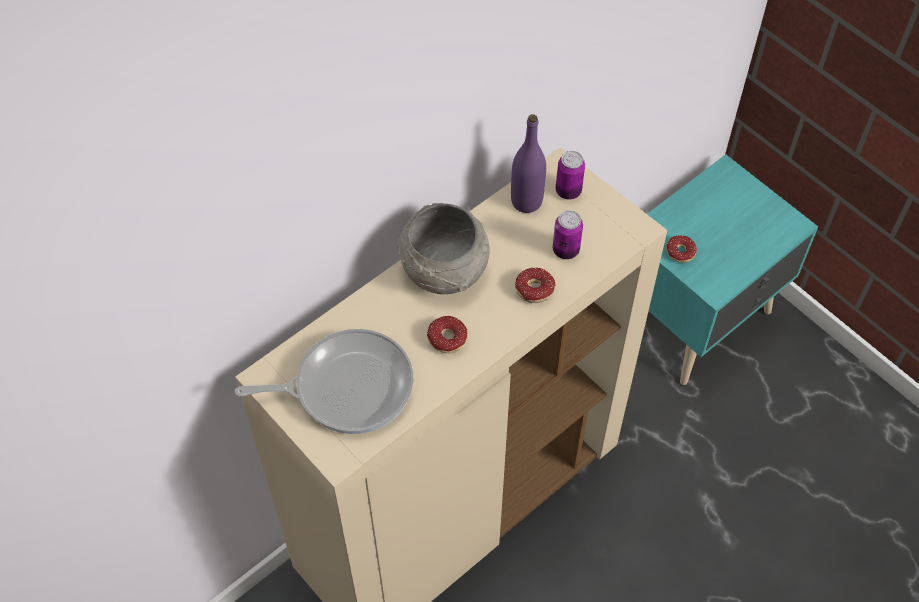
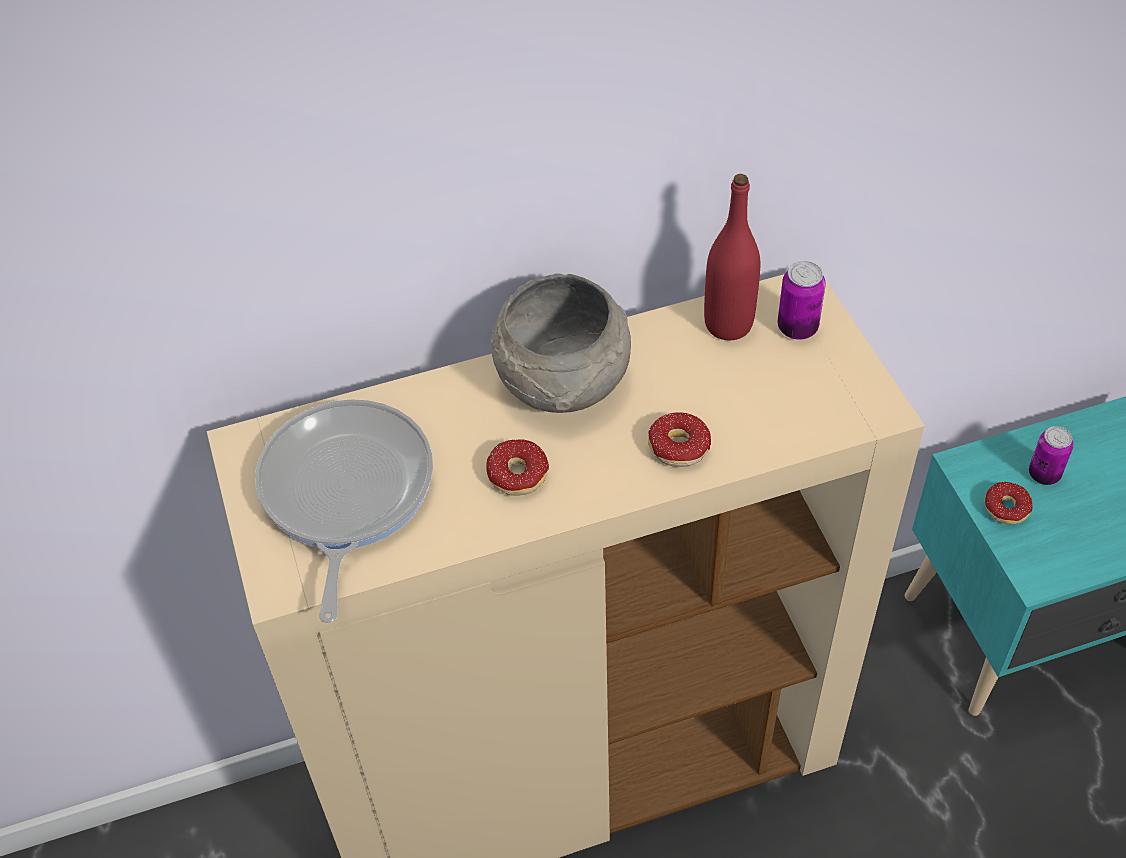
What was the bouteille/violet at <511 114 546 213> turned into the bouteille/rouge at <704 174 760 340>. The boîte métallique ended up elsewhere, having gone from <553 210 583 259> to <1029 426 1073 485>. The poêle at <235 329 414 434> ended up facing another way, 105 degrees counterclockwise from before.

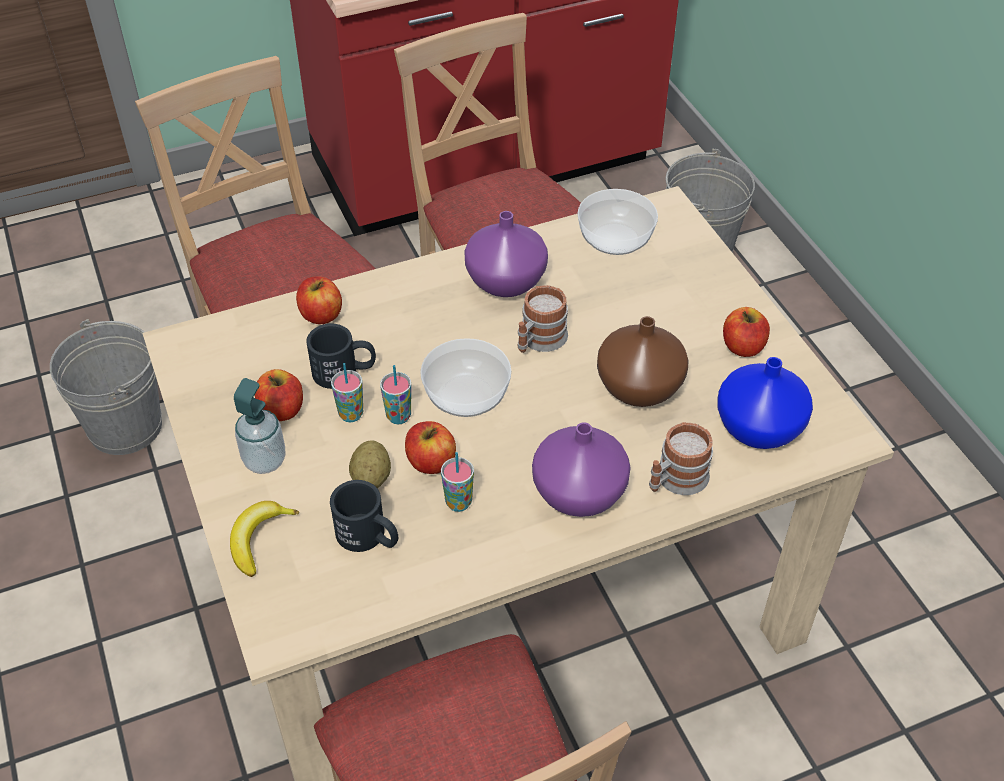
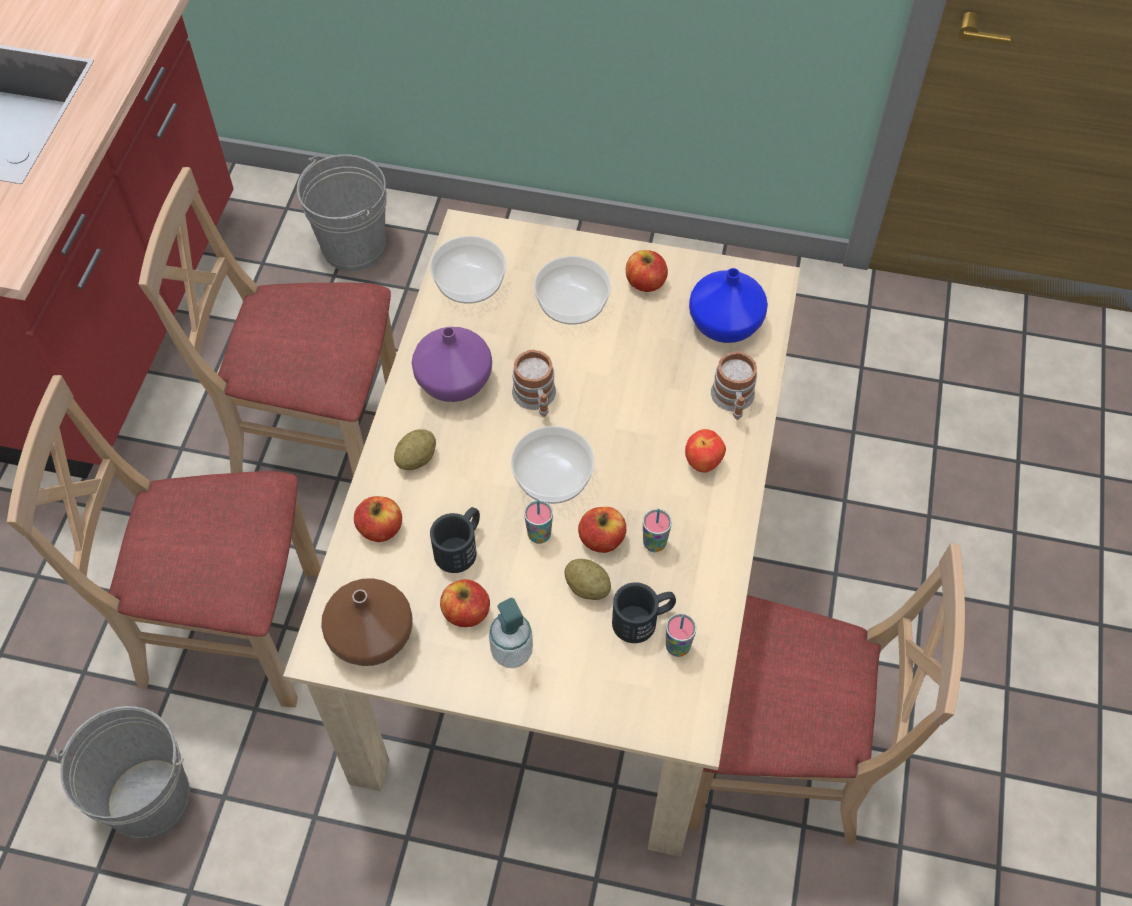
The vase/marron ended up elsewhere, having gone from <597 316 689 407> to <321 578 413 666>. The tasse ended up elsewhere, having gone from <331 363 363 422> to <666 613 697 657>. Where the vase/violet stood at <532 422 631 517>, the pomme came to stand at <685 429 726 473>. The second view lost the banane at <230 501 299 577>. The second view gained the bol at <534 256 611 325>. The second view gained the pomme de terre at <394 429 436 470>.

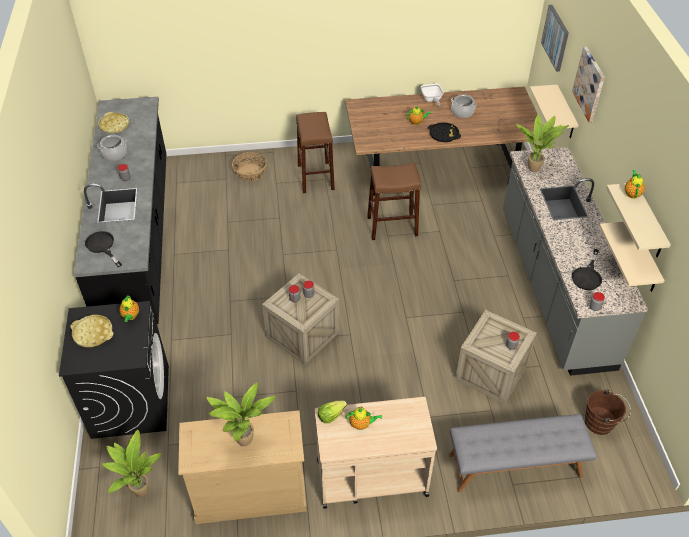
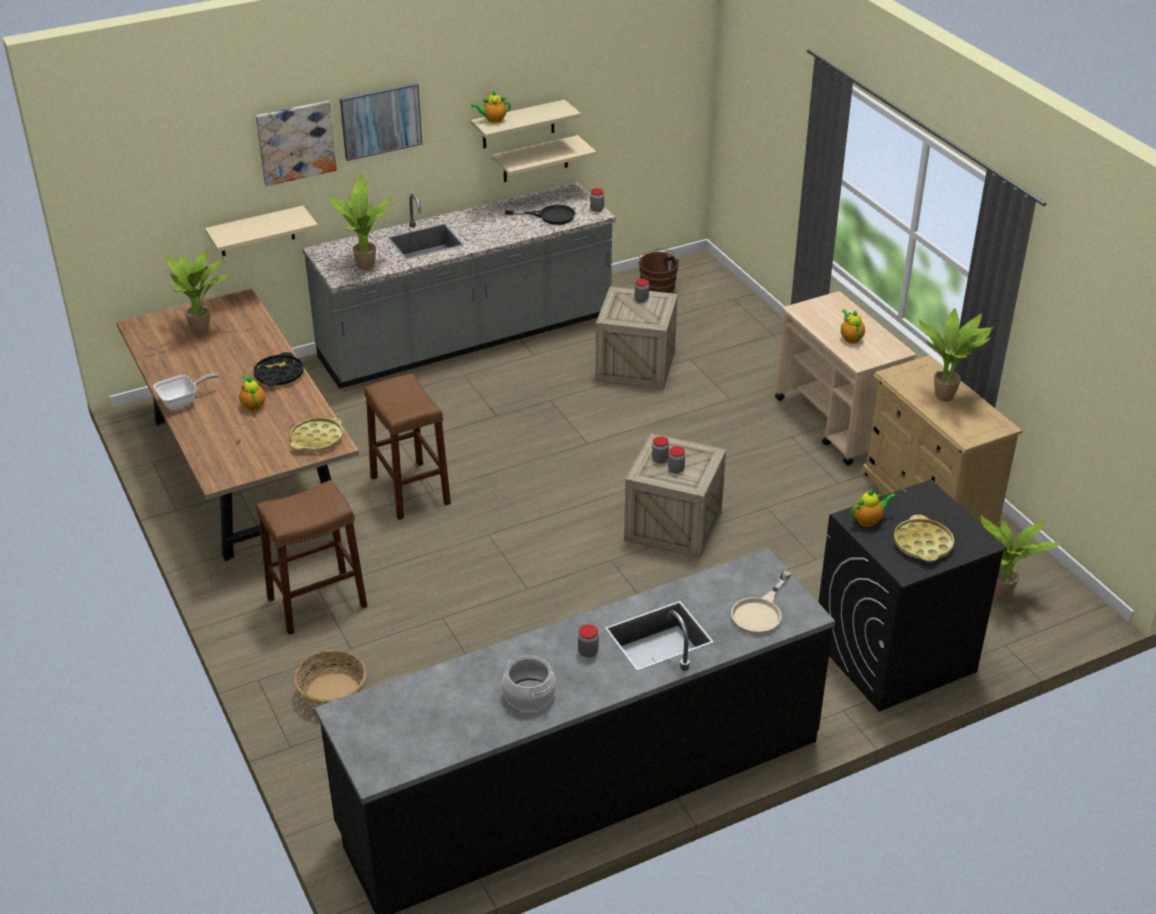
The tableau ended up elsewhere, having gone from <541 5 569 72> to <340 82 422 161>. The second view lost the marmite at <451 94 477 118>. The plateau/jaune ended up elsewhere, having gone from <98 112 129 133> to <290 418 343 452>. What was the poêle/noir at <85 231 122 267> turned into the poêle/beige at <731 571 791 634>. The second view lost the laitue at <318 401 347 423>. The second view lost the banc/gris at <449 414 597 492>. The second view gained the plante en pot at <165 249 231 334>.

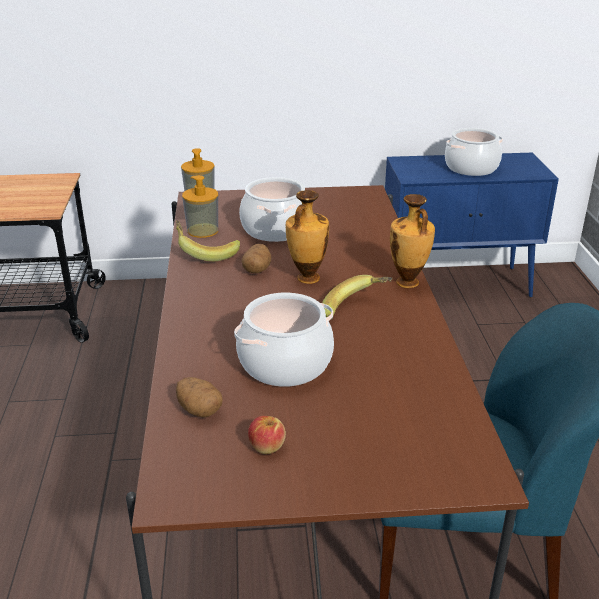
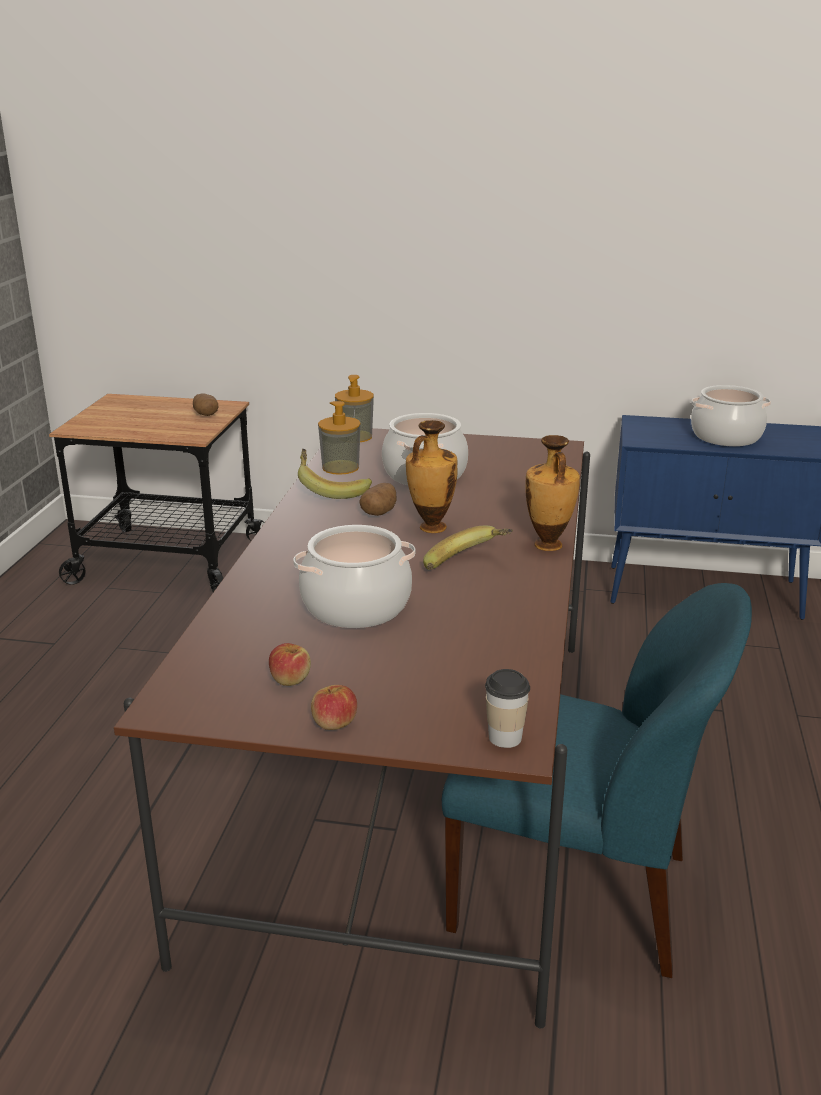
The pomme de terre ended up elsewhere, having gone from <176 377 223 417> to <193 393 218 416>. The second view gained the tasse at <485 669 530 748>. The second view gained the pomme at <311 685 357 730>.

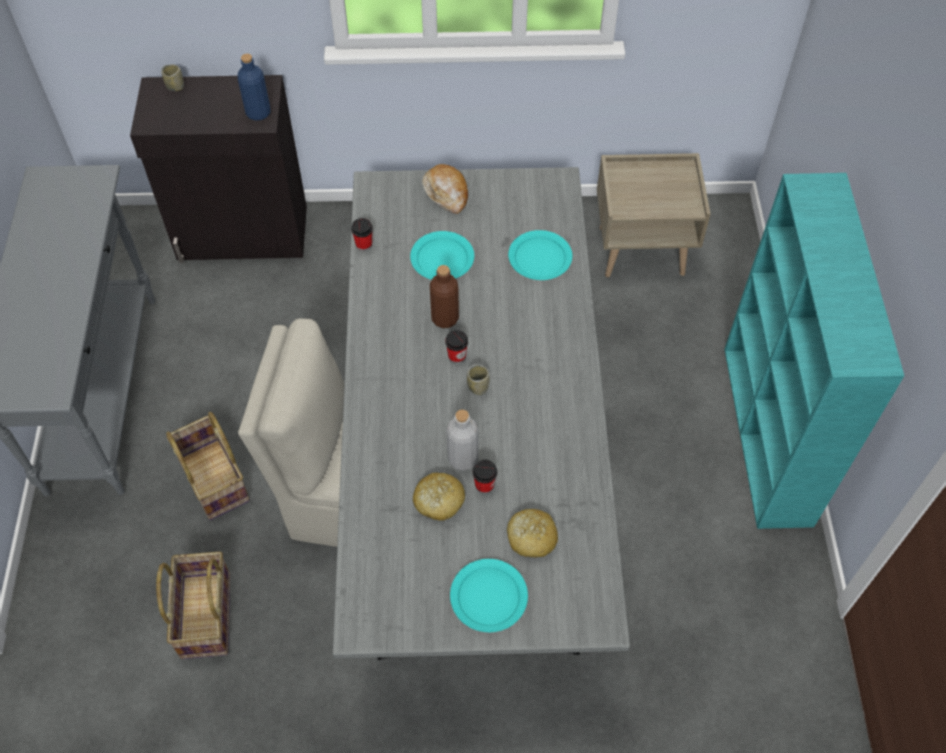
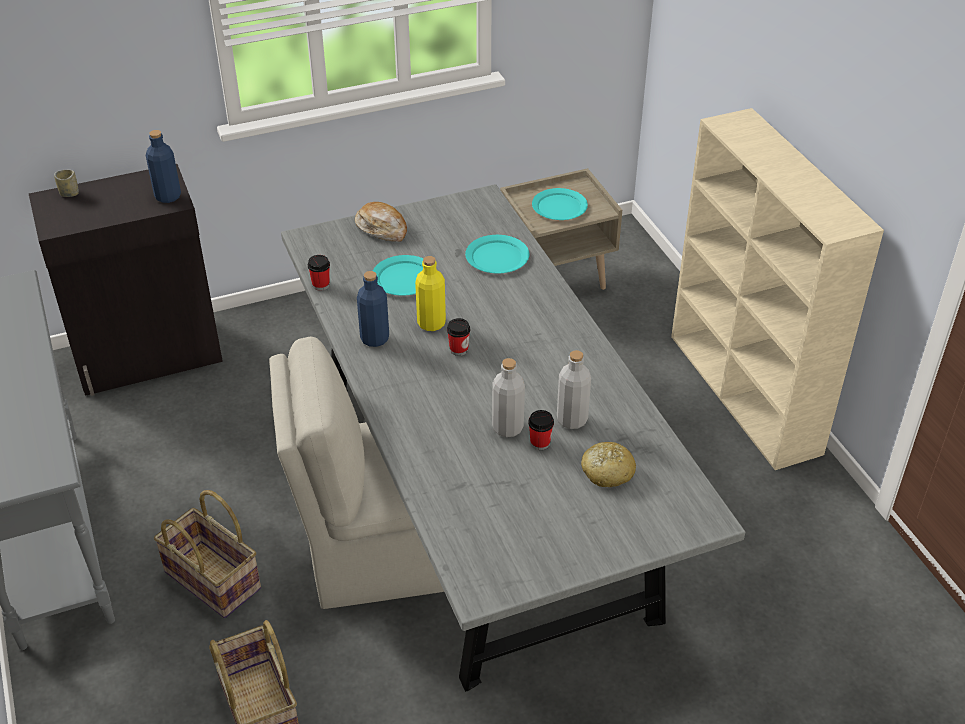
What was the bibliothèque/turquoise at <724 173 904 529> turned into the bibliothèque/beige at <671 108 884 470>. What was the bouteille/marron at <430 265 459 328> turned into the bouteille/jaune at <415 256 446 331>. The second view lost the tasse at <467 364 490 395>. The second view lost the pain at <413 473 465 521>. The assiette/turquoise ended up elsewhere, having gone from <450 559 528 632> to <532 188 588 220>. The second view gained the bouteille/bleu at <357 271 389 347>. The second view gained the bouteille/gris at <557 350 591 429>.

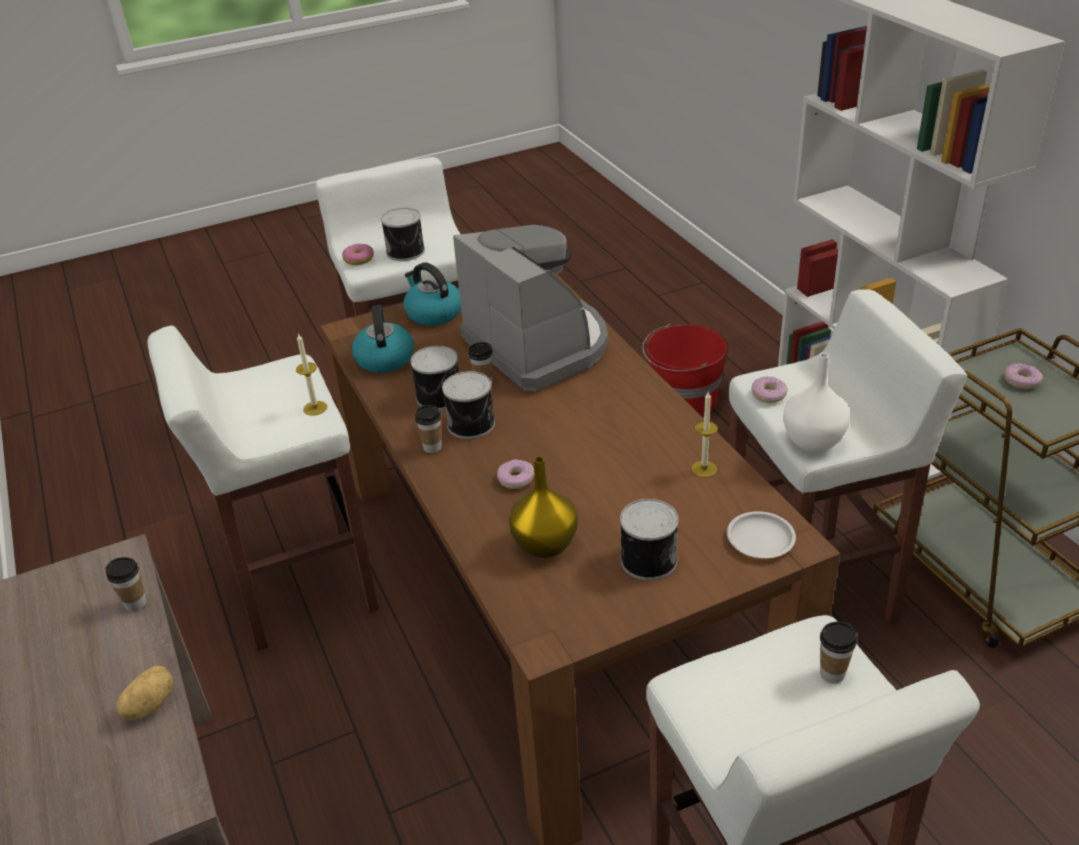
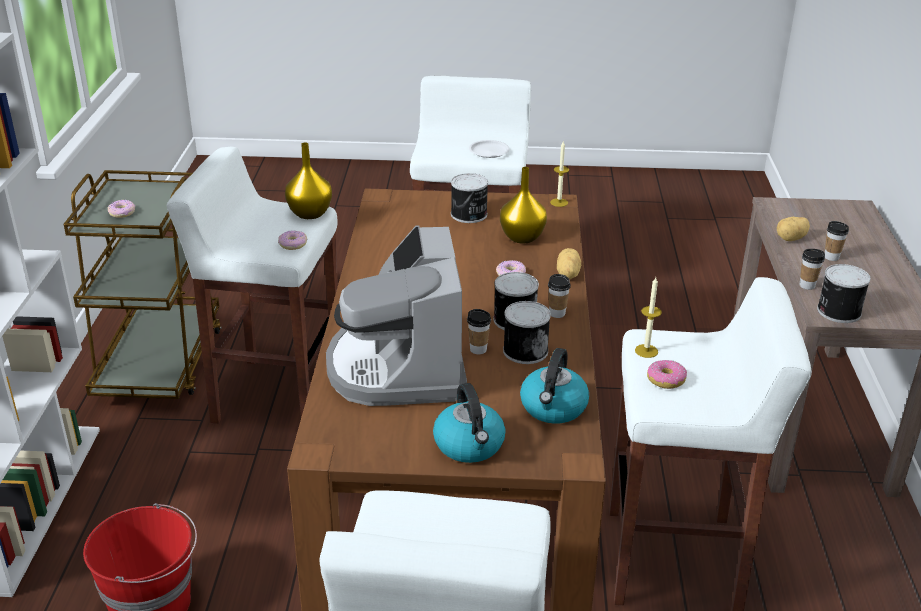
The boîte métallique ended up elsewhere, having gone from <381 208 425 261> to <817 264 871 323>. The beignet ended up elsewhere, having gone from <342 244 374 265> to <647 360 687 389>. What was the vase/blanc at <783 353 850 452> turned into the vase/jaune at <285 142 332 219>. The bougie ended up elsewhere, having gone from <692 392 718 478> to <550 141 569 207>. The assiette/blanc ended up elsewhere, having gone from <727 511 796 558> to <469 140 510 158>. The tasse ended up elsewhere, having gone from <820 622 857 684> to <825 221 849 261>. The second view gained the pomme de terre at <557 248 581 279>.

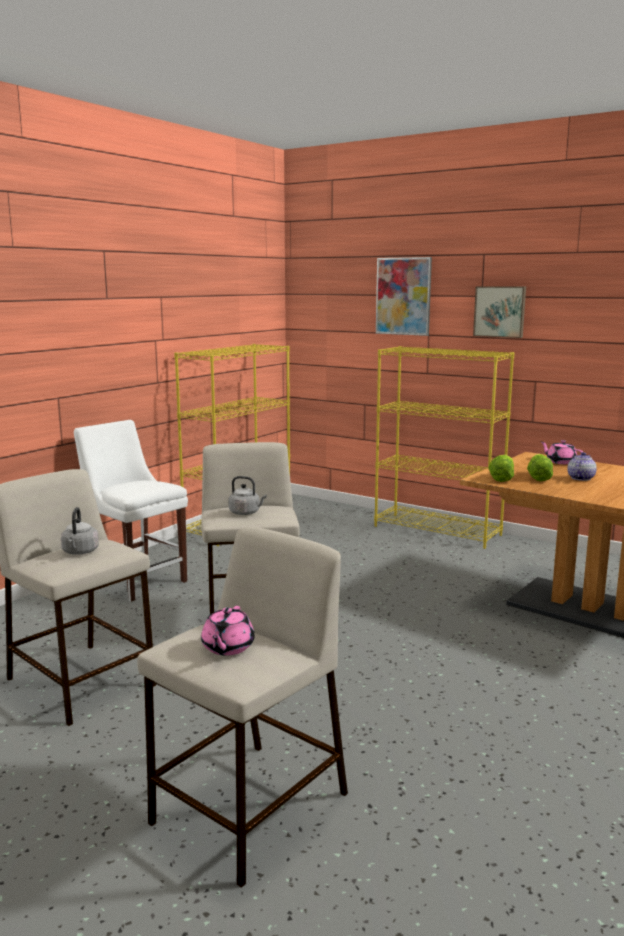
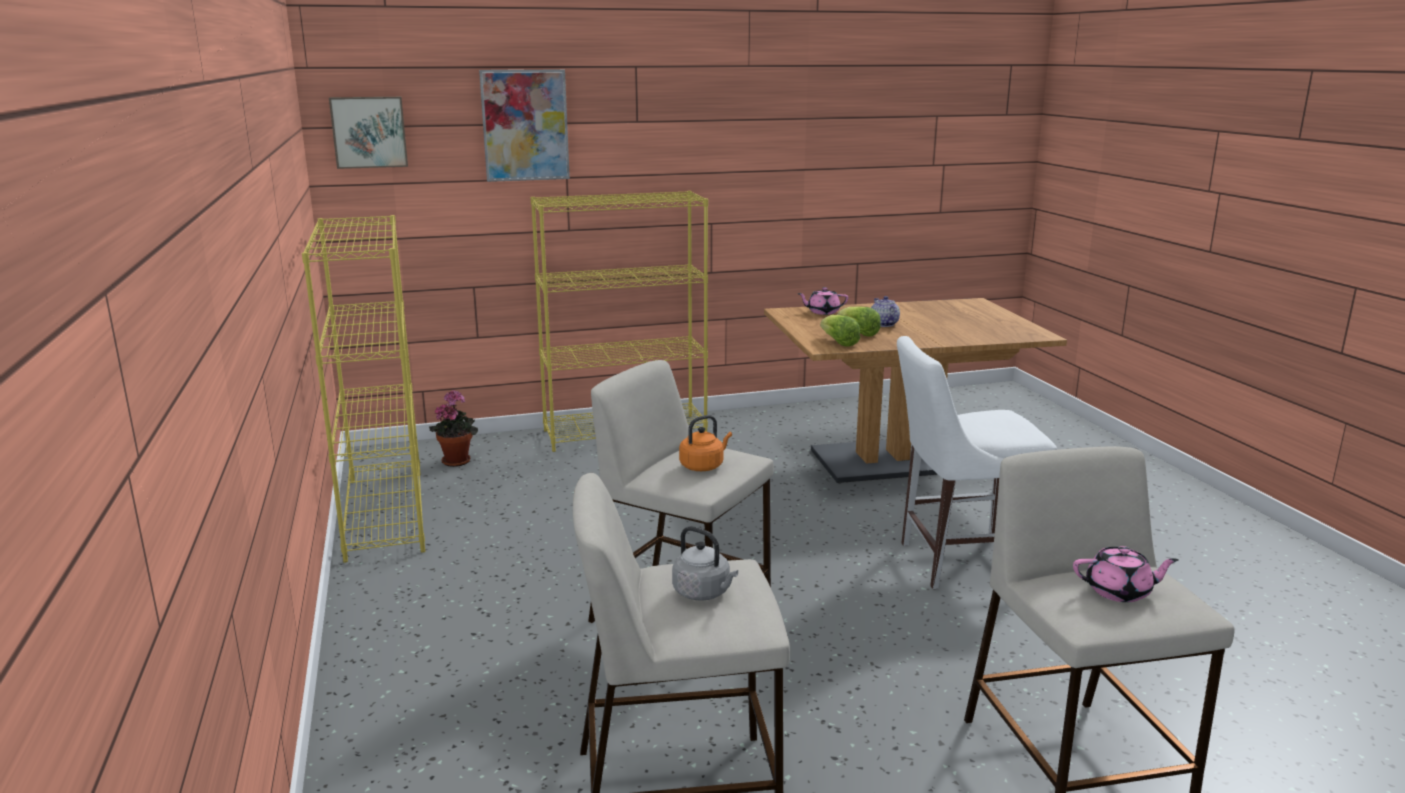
The tableau ended up elsewhere, having gone from <473 286 526 338> to <329 97 408 169>. The chaise/blanc ended up elsewhere, having gone from <74 420 188 602> to <897 336 1057 589>. What was the bouilloire/gris at <228 476 267 515> turned into the bouilloire/orange at <679 415 732 471>. The théière/rose at <201 606 255 656> ended up facing another way, 45 degrees counterclockwise from before. The second view gained the plante en pot at <429 390 478 467>.

